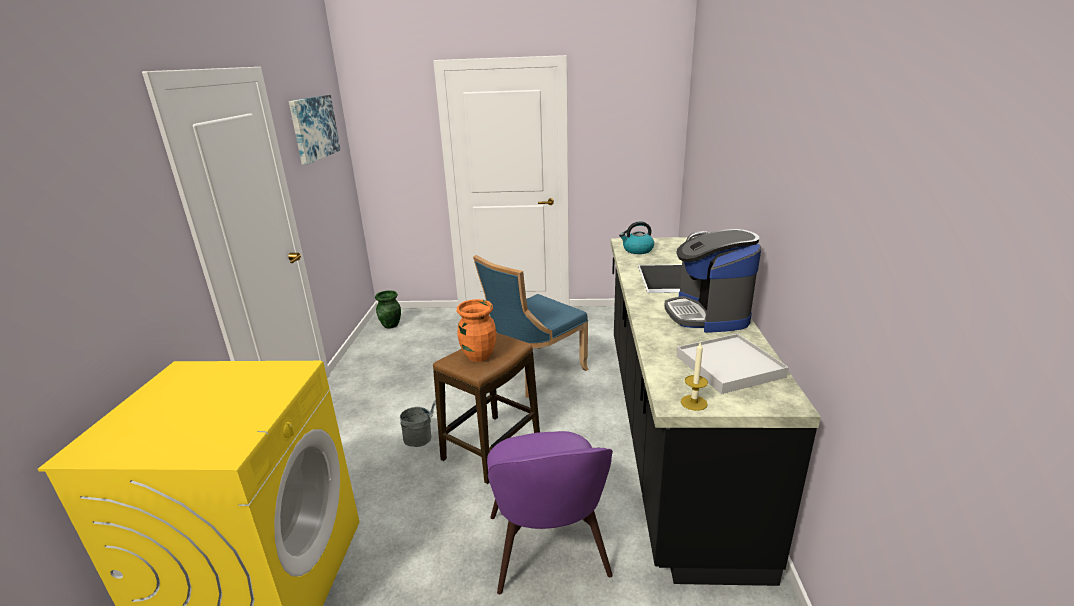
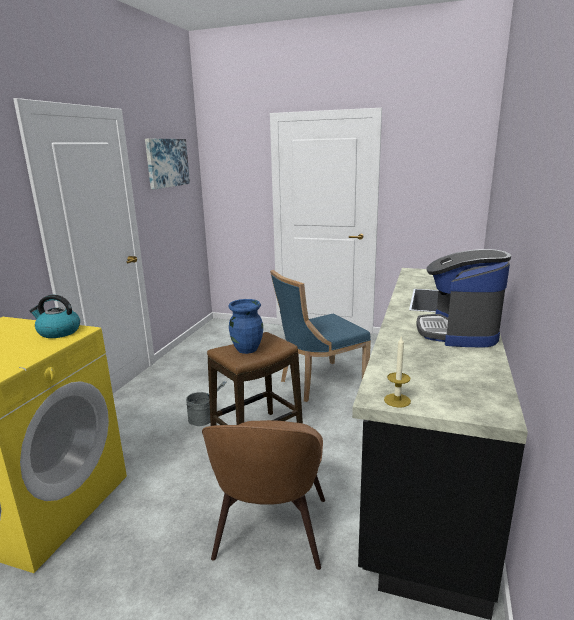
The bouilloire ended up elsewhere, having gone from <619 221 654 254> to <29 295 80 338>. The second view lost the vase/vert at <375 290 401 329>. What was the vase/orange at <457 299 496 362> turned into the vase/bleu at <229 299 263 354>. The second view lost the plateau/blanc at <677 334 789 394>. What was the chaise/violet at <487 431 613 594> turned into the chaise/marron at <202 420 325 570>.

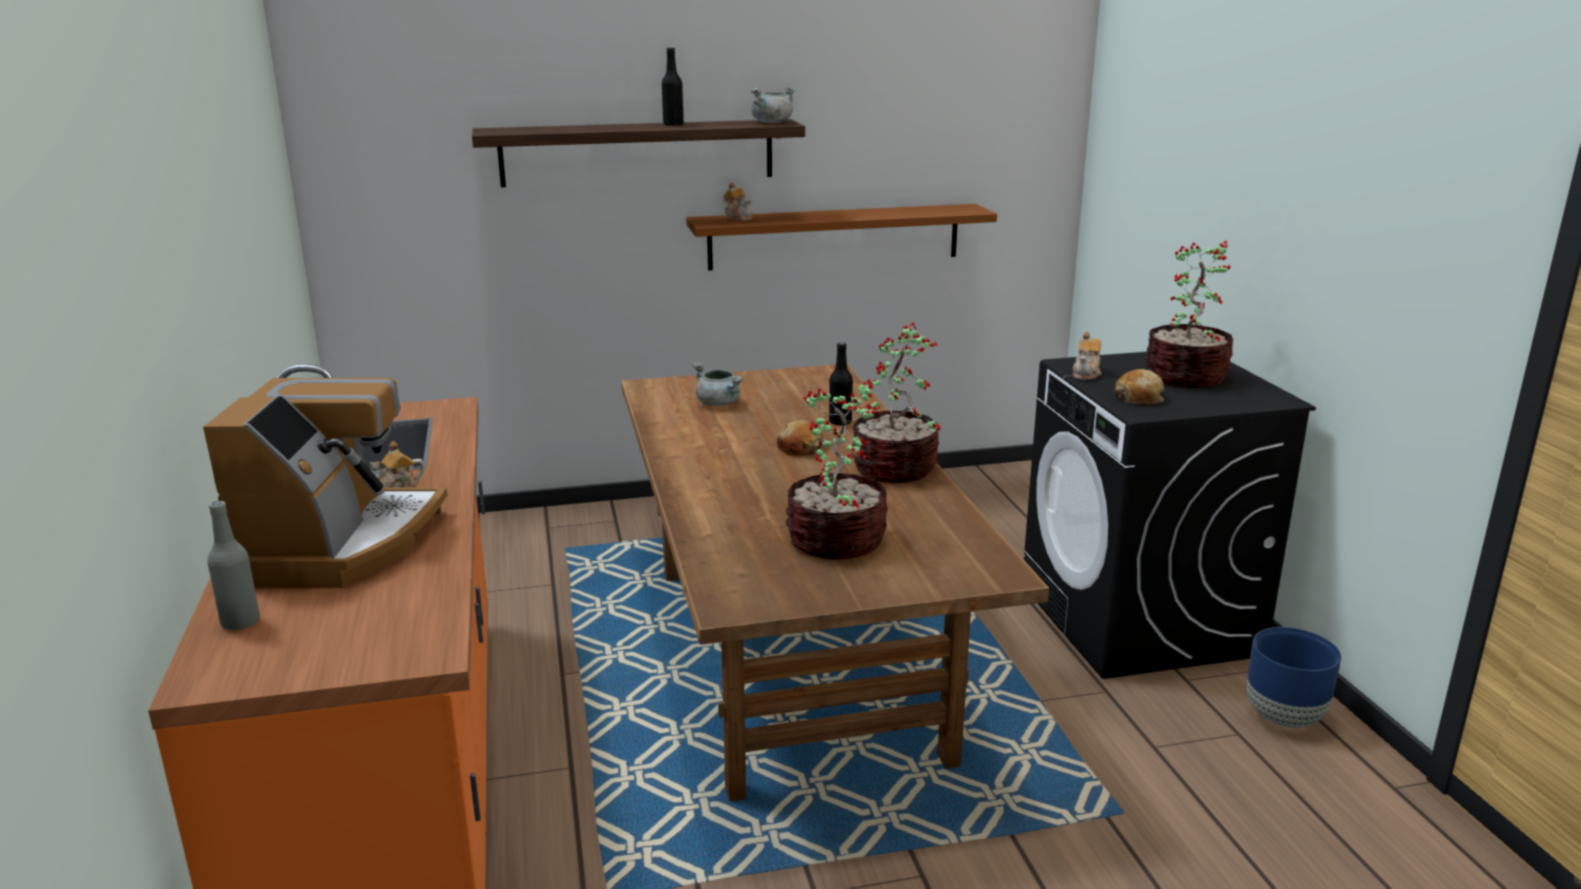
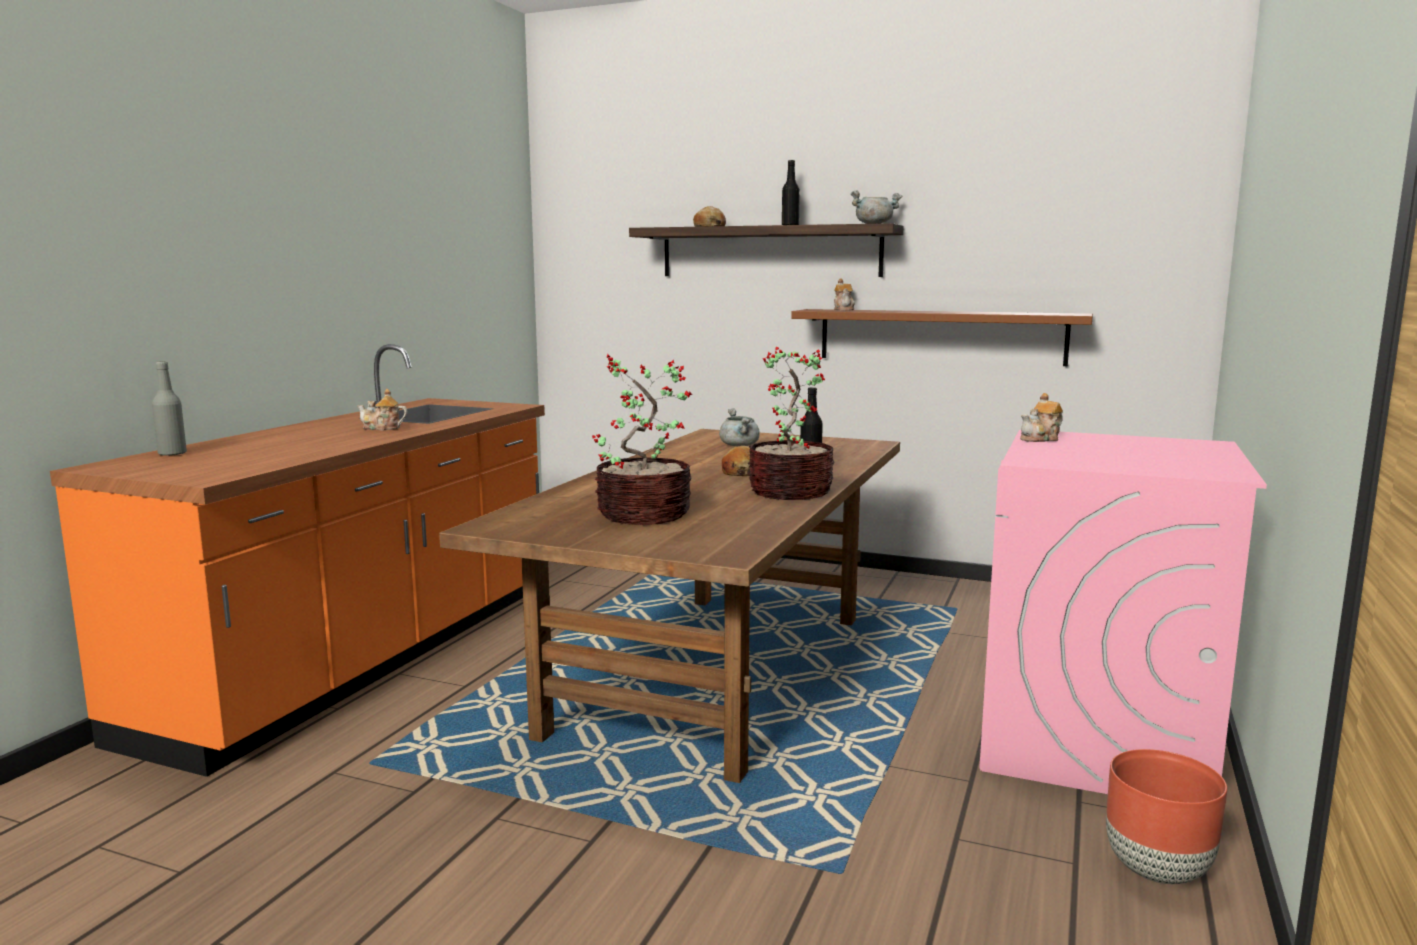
The second view lost the plante en pot at <1145 241 1233 388>. What was the lave-linge/noir at <1024 352 1316 679> turned into the lave-linge/rose at <979 430 1267 794>. The pain ended up elsewhere, having gone from <1113 369 1164 405> to <693 206 726 227>. The second view lost the machine à café at <203 378 447 588>. What was the cache-pot/bleu at <1247 627 1341 728> turned into the cache-pot/marron at <1106 749 1227 884>.

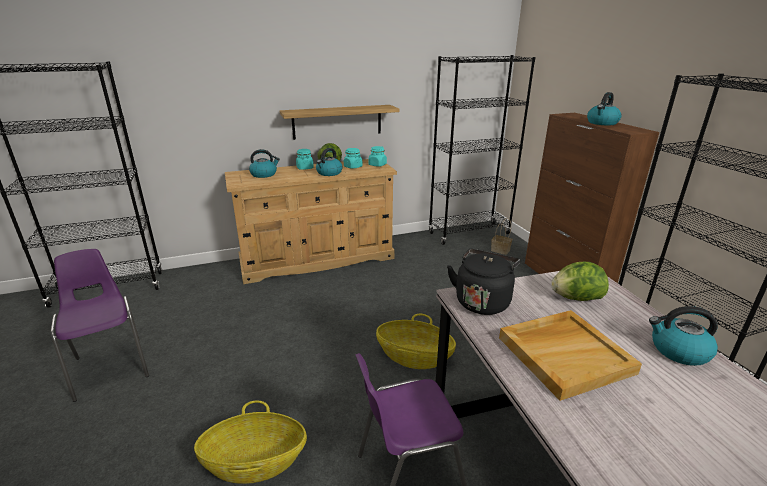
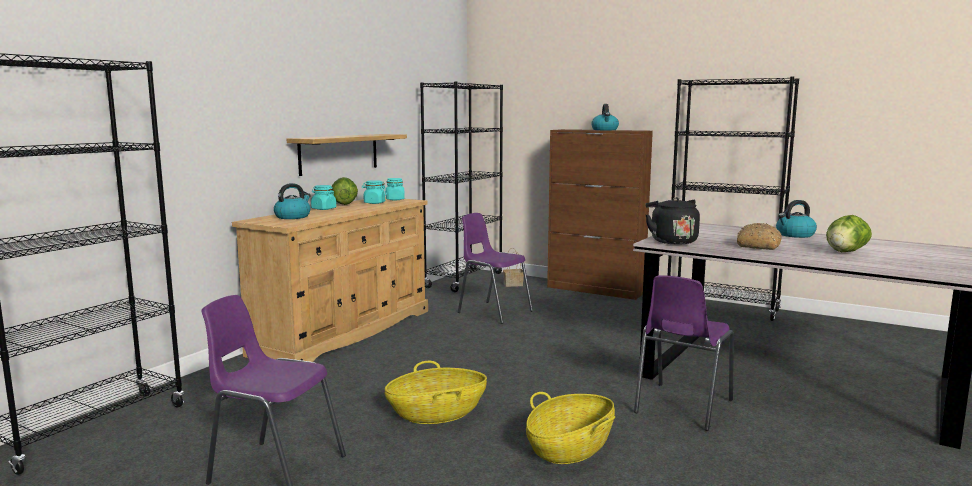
The second view lost the bouilloire at <316 148 342 176>. The laitue ended up elsewhere, having gone from <551 262 609 301> to <826 215 872 252>. Where the plateau/beige stood at <499 310 642 401>, the pain came to stand at <737 223 782 250>. The panier ended up elsewhere, having gone from <376 314 456 369> to <385 361 487 424>. The second view gained the chaise/violet at <458 213 533 324>.

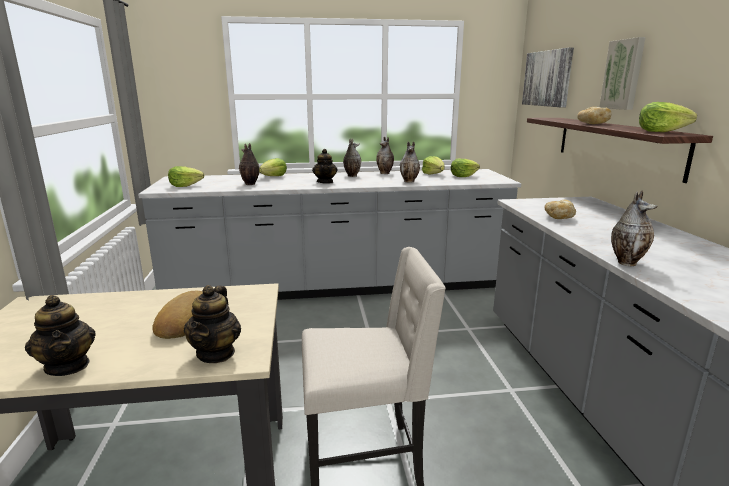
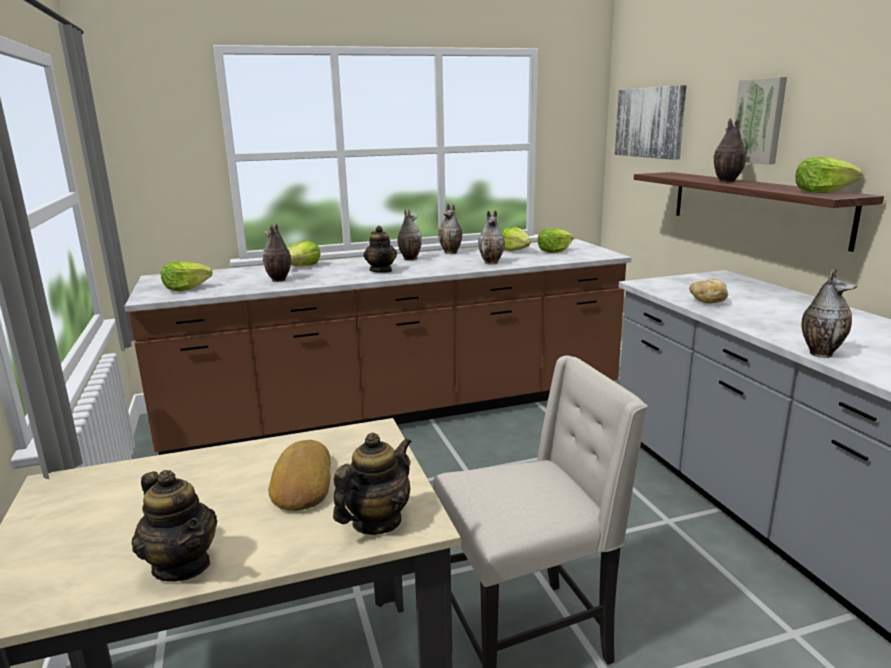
Where the pain stood at <577 107 611 124>, the vase came to stand at <714 118 746 183>. What was the comptoir de cuisine/gris at <138 169 521 300> turned into the comptoir de cuisine/marron at <125 239 631 455>. The théière at <184 285 241 363> ended up facing another way, 135 degrees counterclockwise from before.

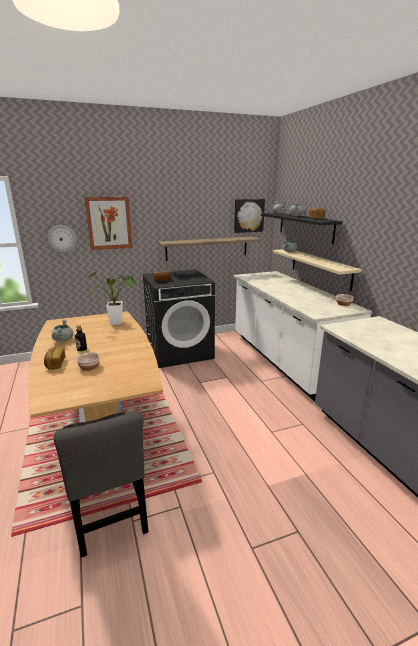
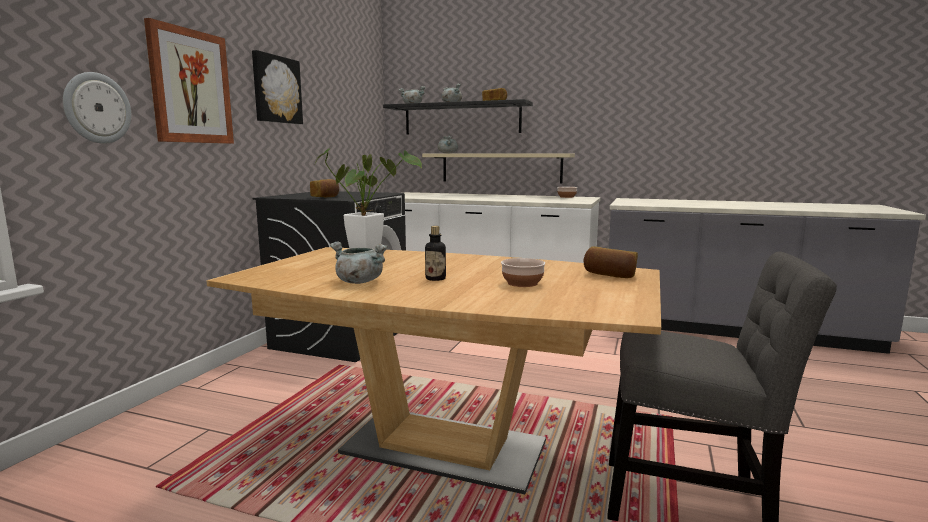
The tableau ended up elsewhere, having gone from <234 199 265 233> to <252 50 303 124>. The second view lost the étagère at <158 237 261 261>. The pain ended up elsewhere, having gone from <44 347 65 370> to <584 246 638 278>.

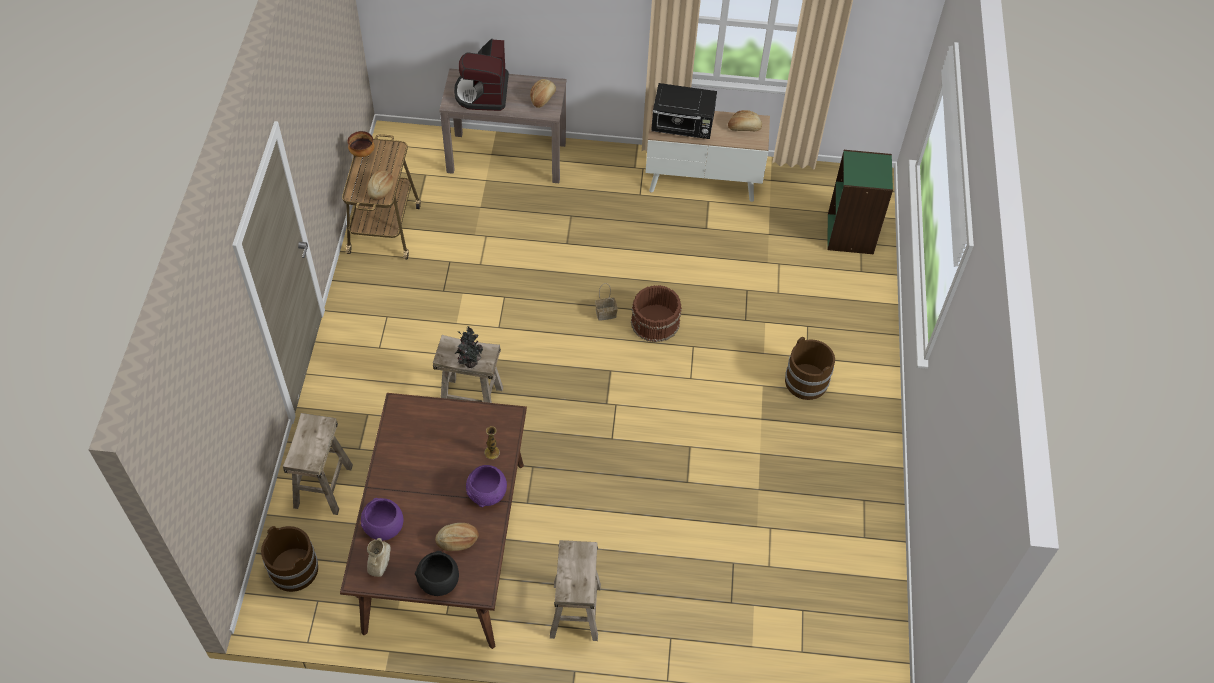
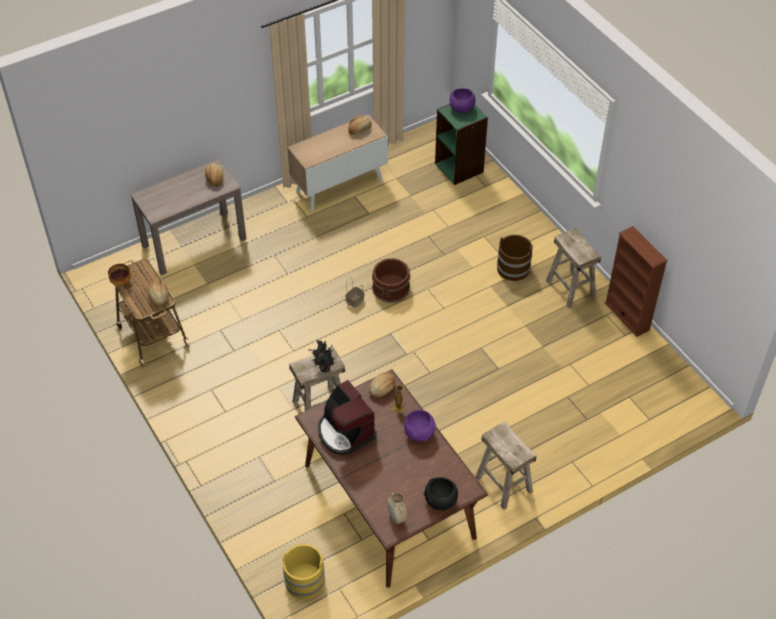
The machine à café ended up elsewhere, having gone from <454 39 509 111> to <318 380 377 455>. The second view lost the micro-ondes/noir at <651 83 717 139>. The tabouret/beige ended up elsewhere, having gone from <283 413 353 515> to <546 228 601 308>. The bol/violet ended up elsewhere, having gone from <361 498 403 541> to <449 88 476 113>. The pain ended up elsewhere, having gone from <435 523 479 551> to <369 372 395 398>. What was the seau/marron at <261 526 318 592> turned into the seau/jaune at <282 544 325 599>. The second view gained the bibliothèque/marron at <604 226 668 337>.

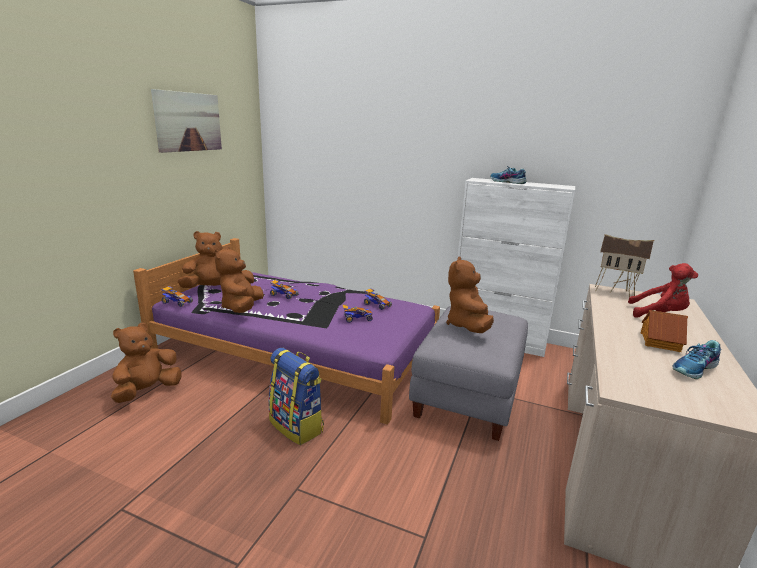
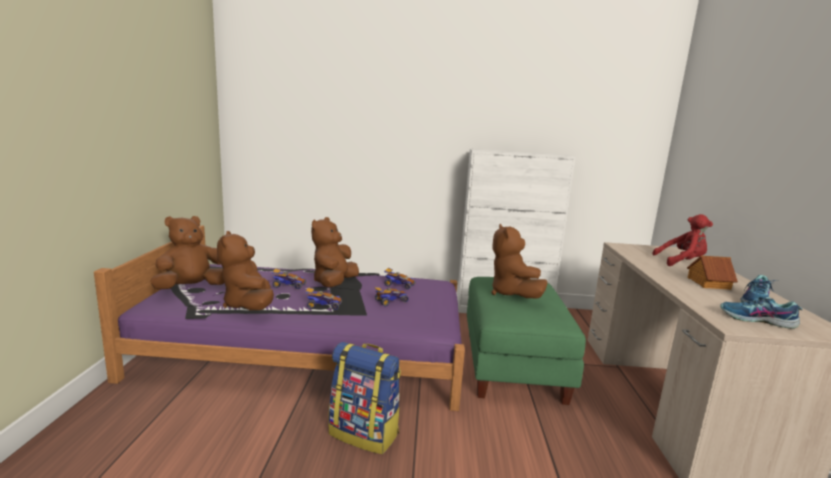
The second view lost the tableau at <151 89 222 153>. The chaussure ended up elsewhere, having gone from <490 166 527 184> to <720 297 803 329>. The second view lost the maison miniature at <595 234 654 297>. The petite voiture ended up elsewhere, having gone from <161 286 193 307> to <305 287 342 310>. What was the pouf/gris at <409 306 528 441> turned into the pouf/vert at <467 277 586 405>. The peluche/marron ended up elsewhere, having gone from <111 323 182 403> to <311 217 359 287>.

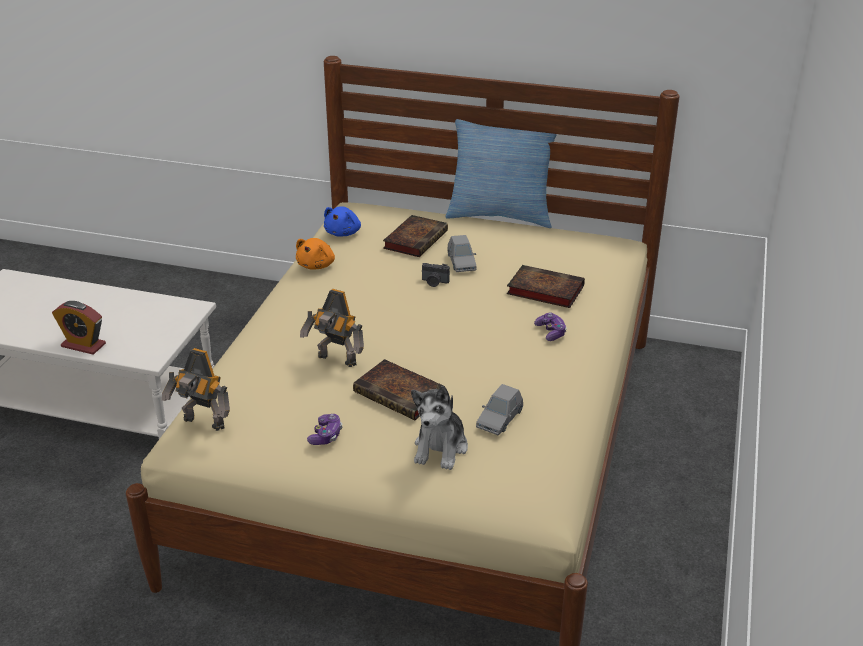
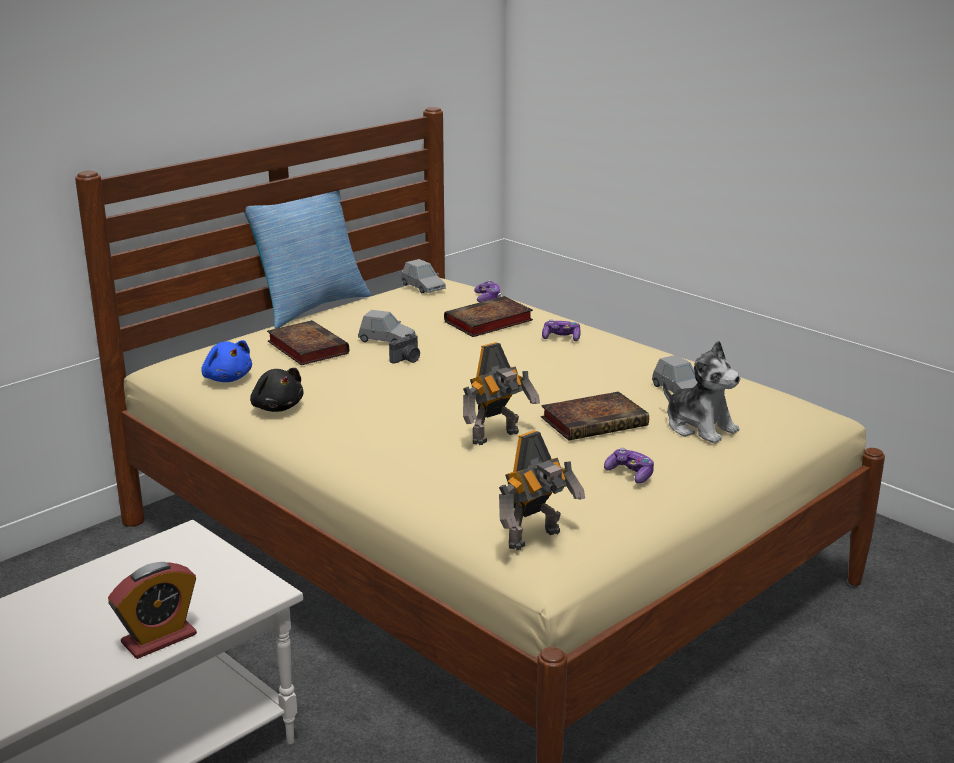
What was the peluche/orange at <296 238 335 270> turned into the peluche/noir at <250 368 304 412>. The second view gained the petite voiture/gris at <401 259 446 293>. The second view gained the manette at <474 280 501 302>.

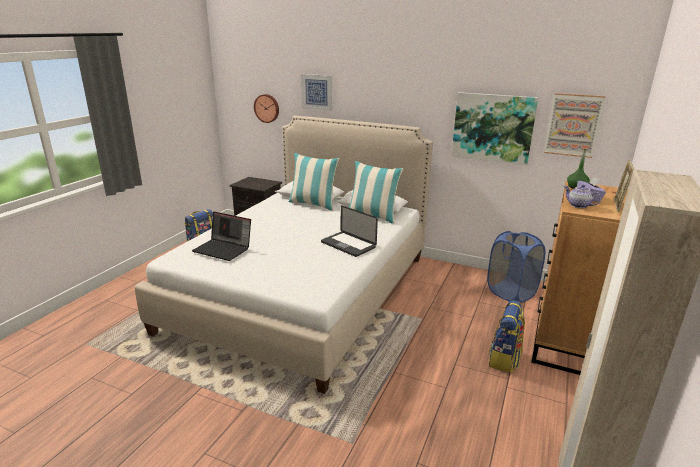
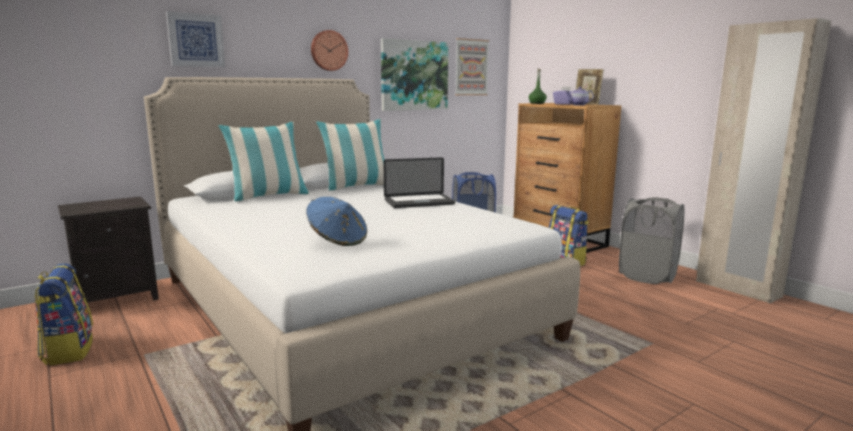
The horloge murale ended up elsewhere, having gone from <254 94 279 123> to <311 30 348 71>. Where the ordinateur portable stood at <192 212 251 261>, the chapeau/bleu came to stand at <306 197 367 246>. The second view gained the panier à linge/gris at <619 197 685 284>.

